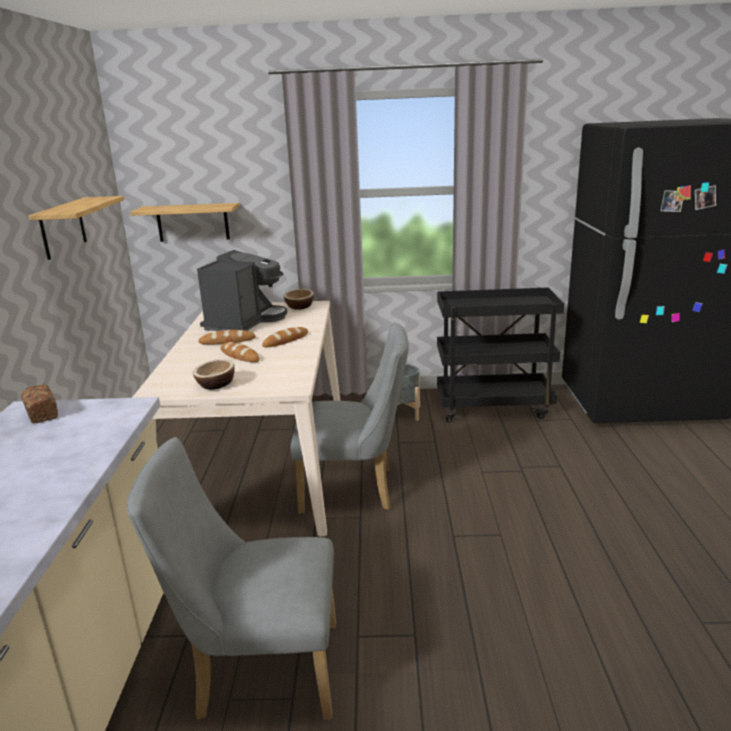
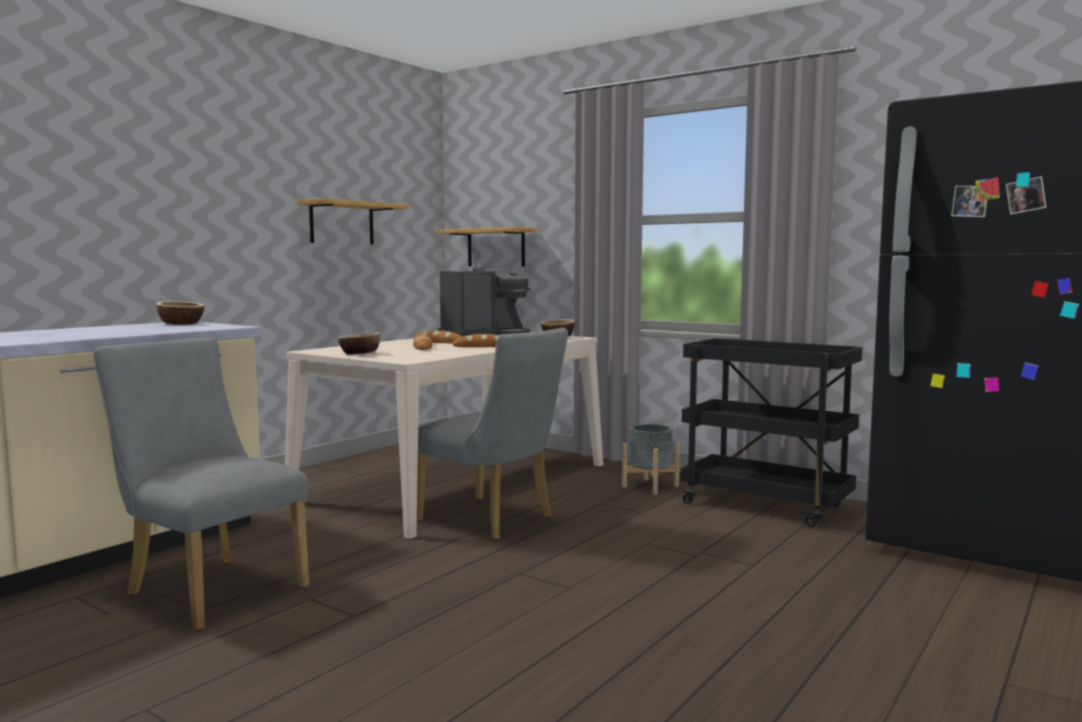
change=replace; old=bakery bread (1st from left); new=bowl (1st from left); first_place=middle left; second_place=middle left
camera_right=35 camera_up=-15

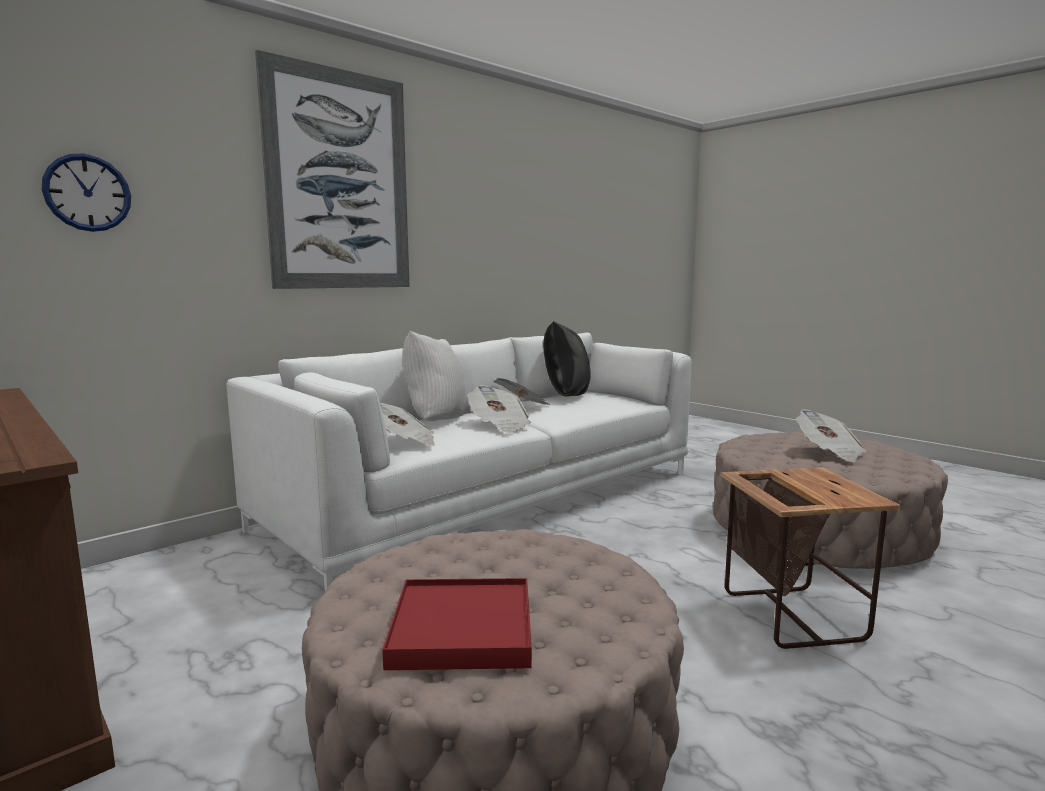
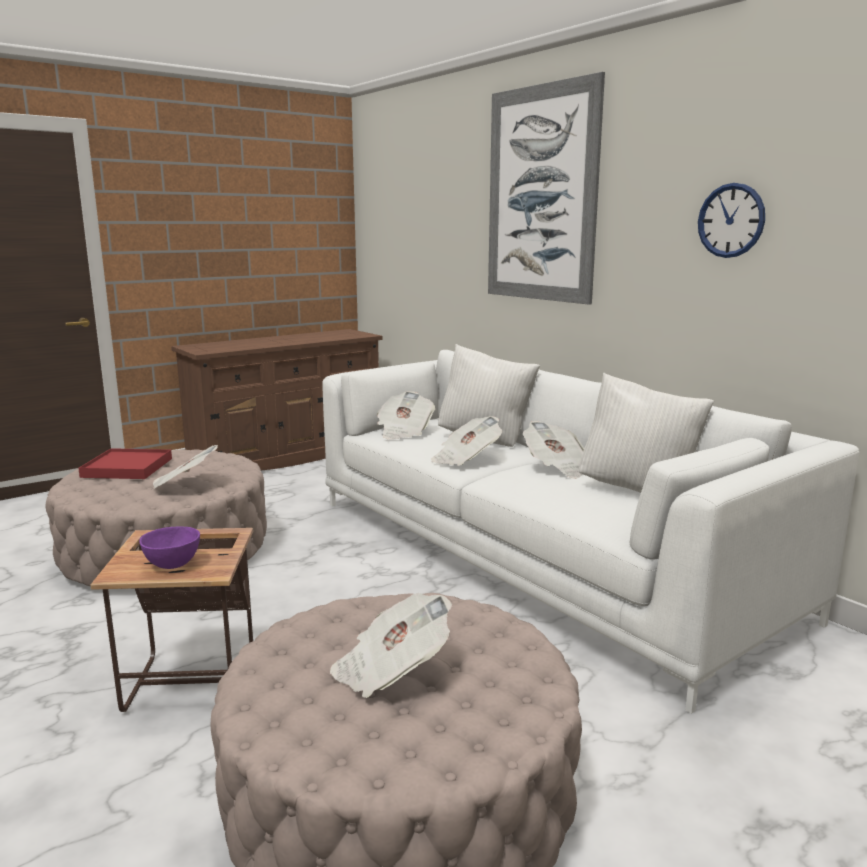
change=insert; new=bowl/purplish; second_place=middle left
change=insert; new=newspaper (1st from left); second_place=middle left
change=move; old=clock on the wall; first_place=top left; second_place=top right
change=recolor; old=throw pillow/black-coloured; new=throw pillow/white (2nd from left); first_place=centre; second_place=middle right
camera_right=95 camera_up=5

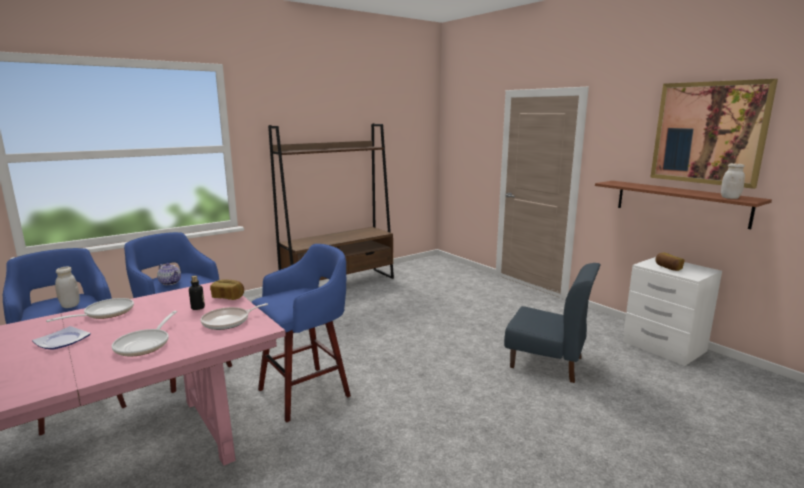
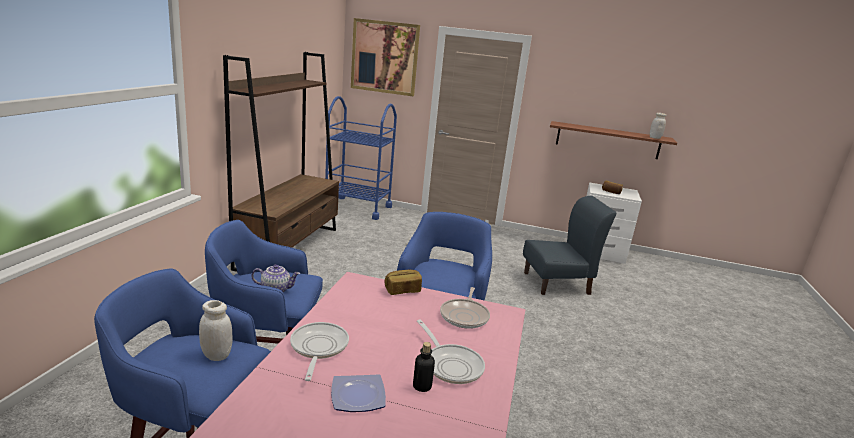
change=insert; new=trolley/blue; second_place=centre
change=move; old=beverage bottle; first_place=middle left; second_place=bottom centre
change=move; old=picture; first_place=top right; second_place=top centre
camera_right=-40 camera_up=5

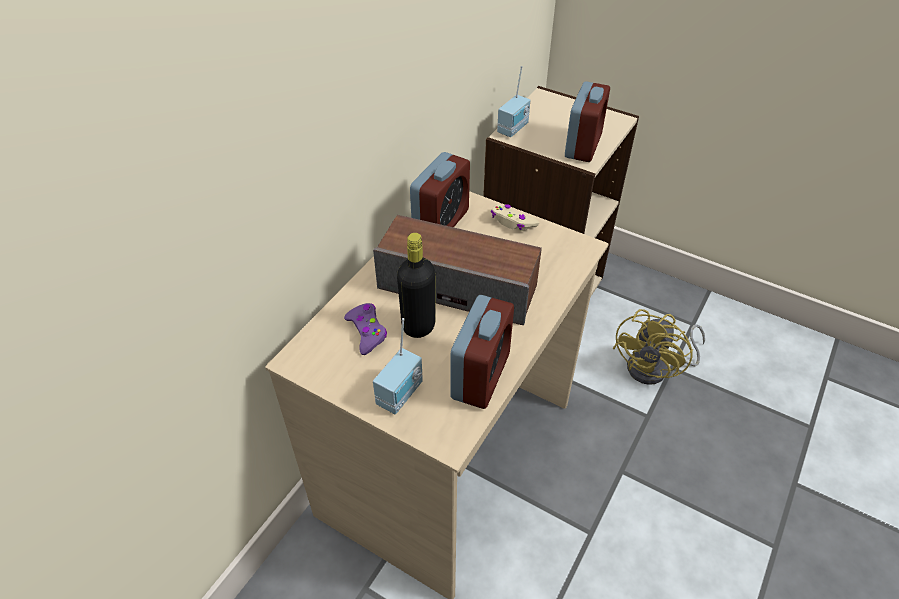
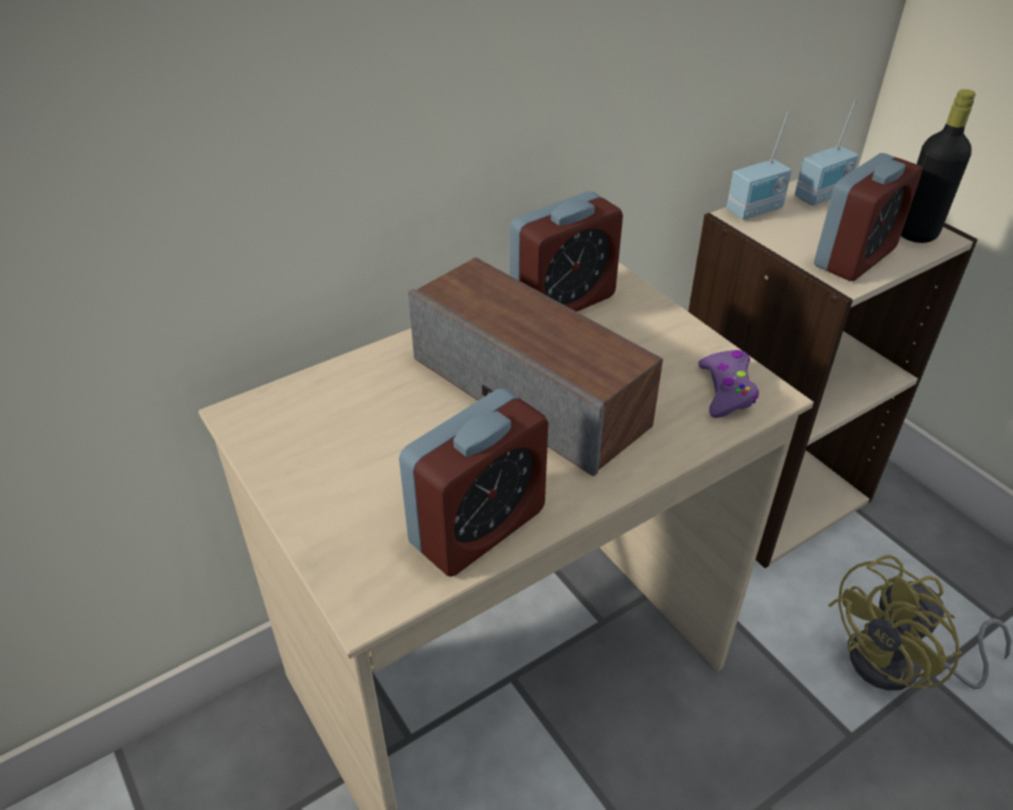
change=delete; old=game controller/sand-coloured; first_place=centre
change=move; old=game controller/purplish; first_place=centre; second_place=middle right
change=move; old=radio receiver (1st from left in the first image); new=radio receiver (2nd from left); first_place=centre; second_place=top right
change=move; old=beverage bottle/black-coloured; first_place=centre; second_place=top right
camera_right=25 camera_up=-5

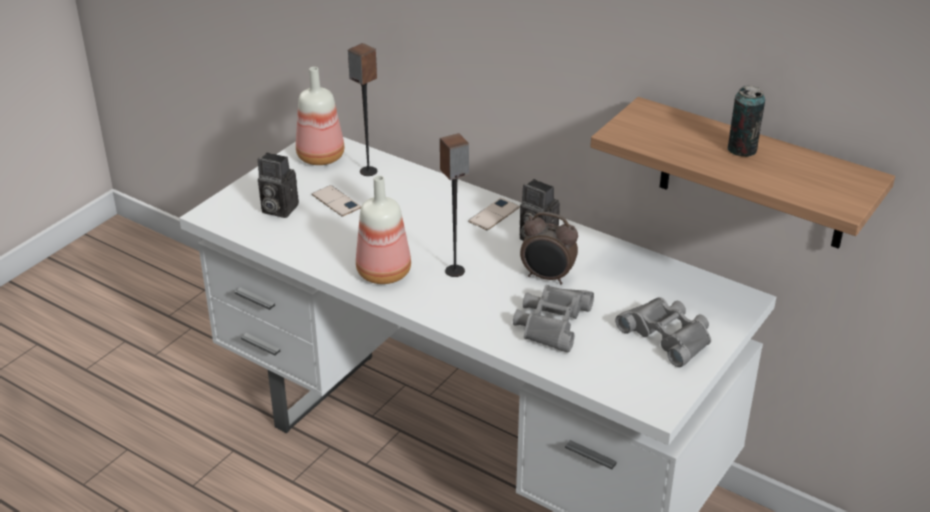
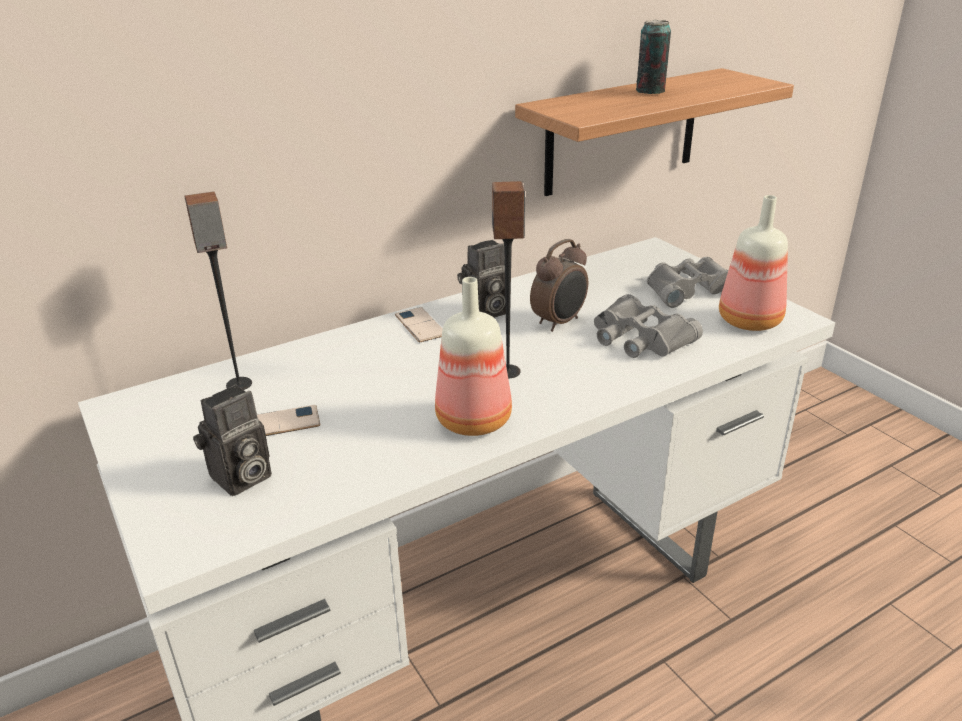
change=move; old=beverage bottle (1st from left in the first image); new=beverage bottle (2nd from left); first_place=top centre; second_place=middle right
camera_right=-65 camera_up=-5

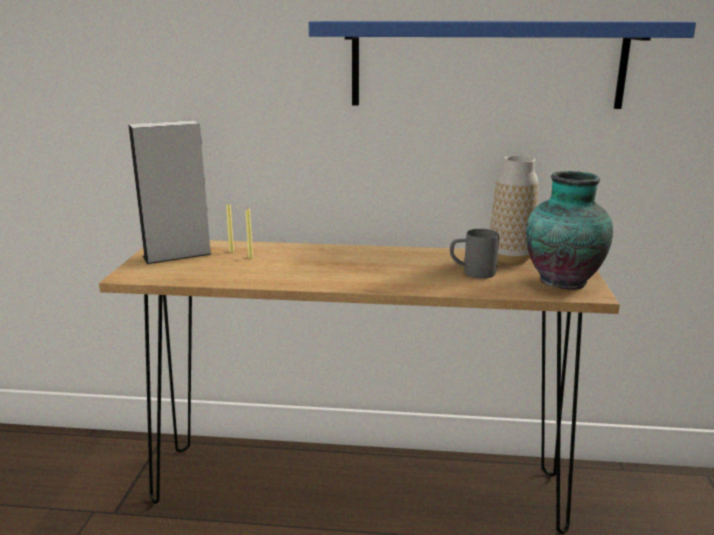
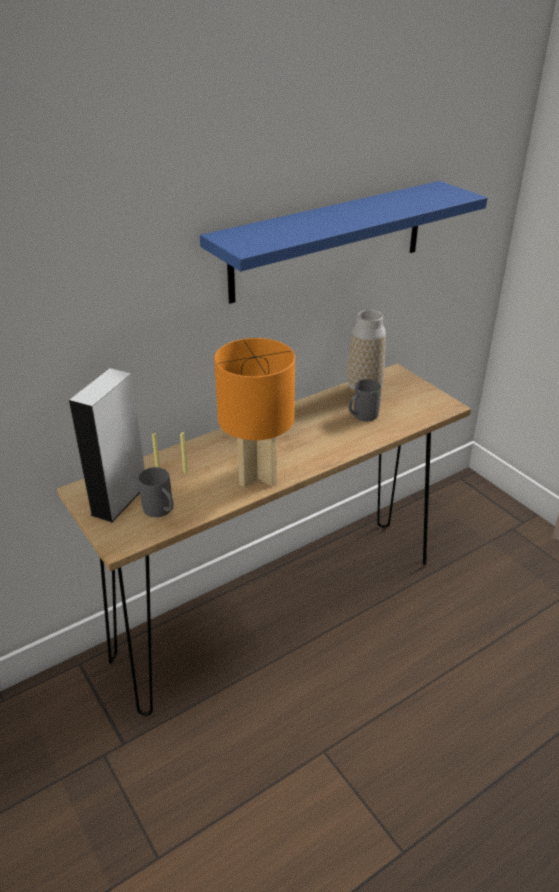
change=delete; old=vase (2nd from left); first_place=middle right
change=insert; new=mug/gray (1st from left); second_place=middle left
change=insert; new=tabletop lamp/orangey; second_place=centre
camera_right=-40 camera_up=15

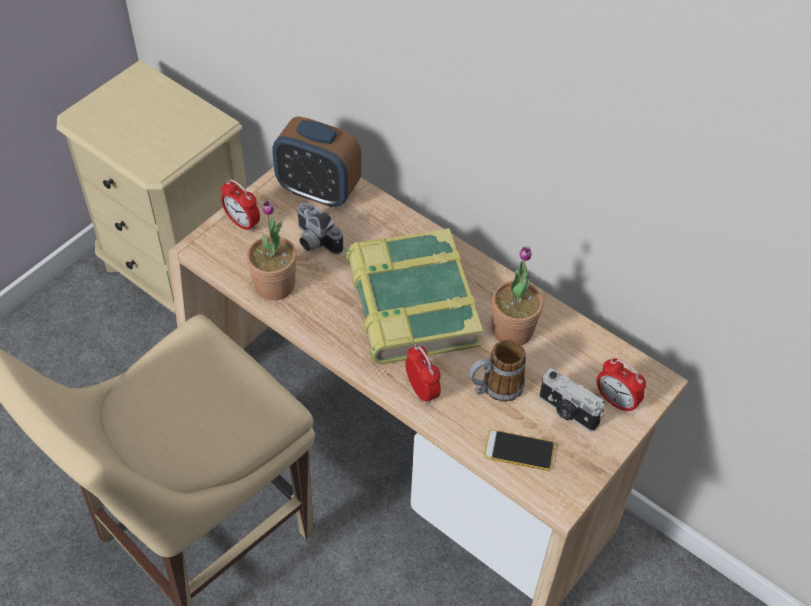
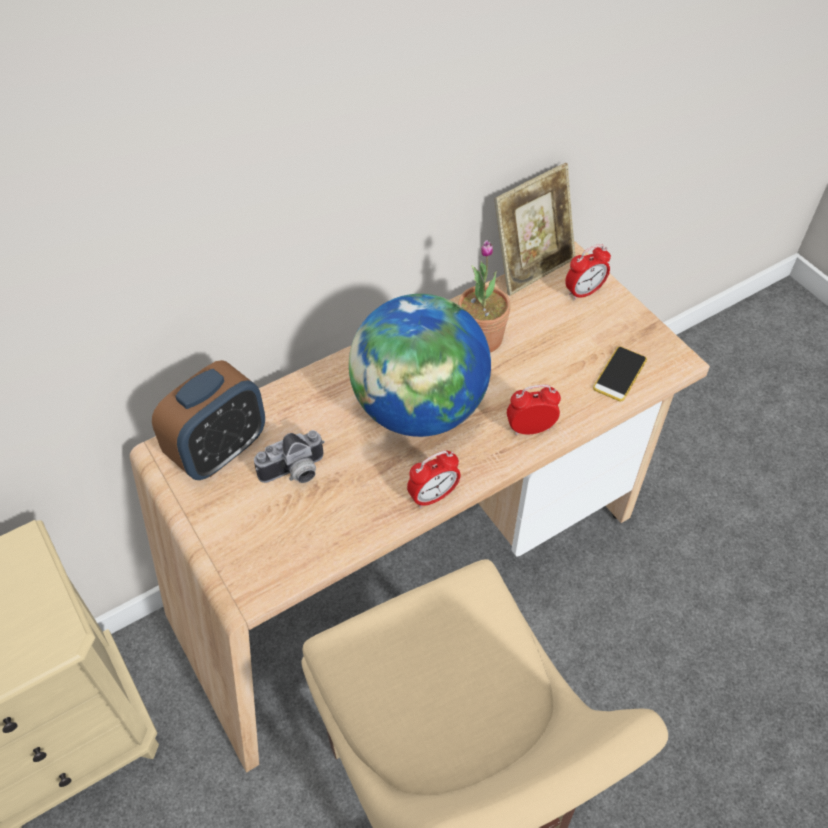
change=delete; old=plant in a pot (1st from left); first_place=centre
change=delete; old=mug; first_place=centre
change=delete; old=still camera (2nd from left); first_place=middle right
change=insert; new=photo frame; second_place=top centre
change=move; old=alarm clock (1st from left in the first image); new=alarm clock (2nd from left); first_place=middle left; second_place=centre
change=replace; old=volume; new=globe; first_place=centre; second_place=centre
camera_right=-70 camera_up=0

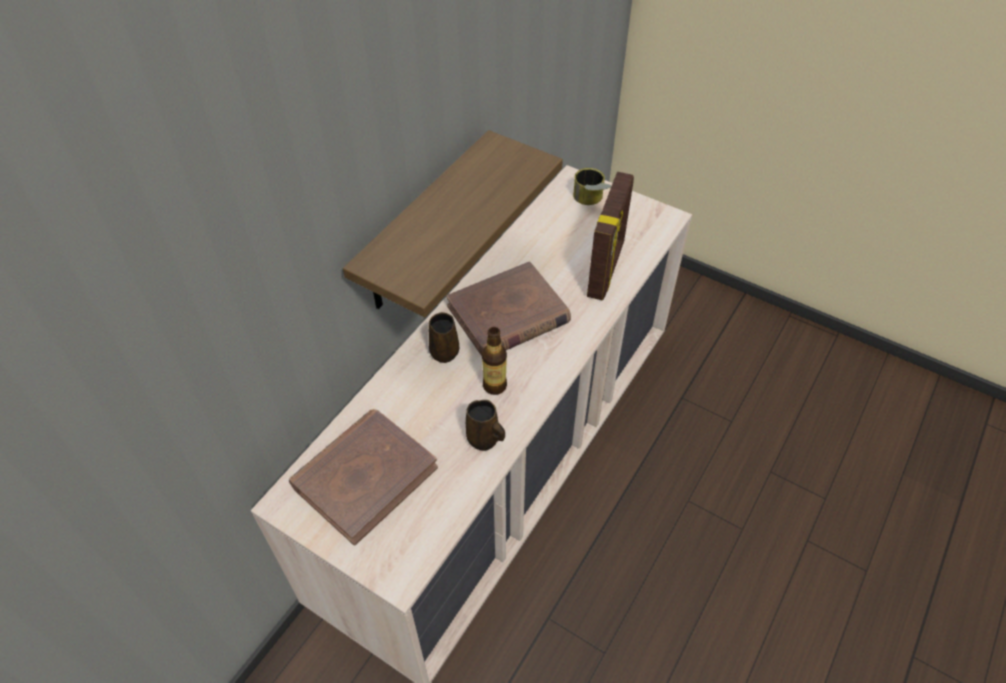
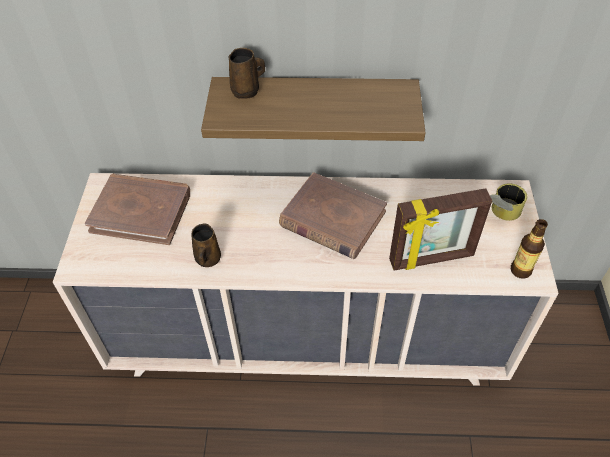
change=move; old=mug/brownish (1st from left in the first image); new=mug/brownish (2nd from left); first_place=centre; second_place=top centre
change=move; old=beverage bottle; first_place=centre; second_place=middle right
camera_right=60 camera_up=0

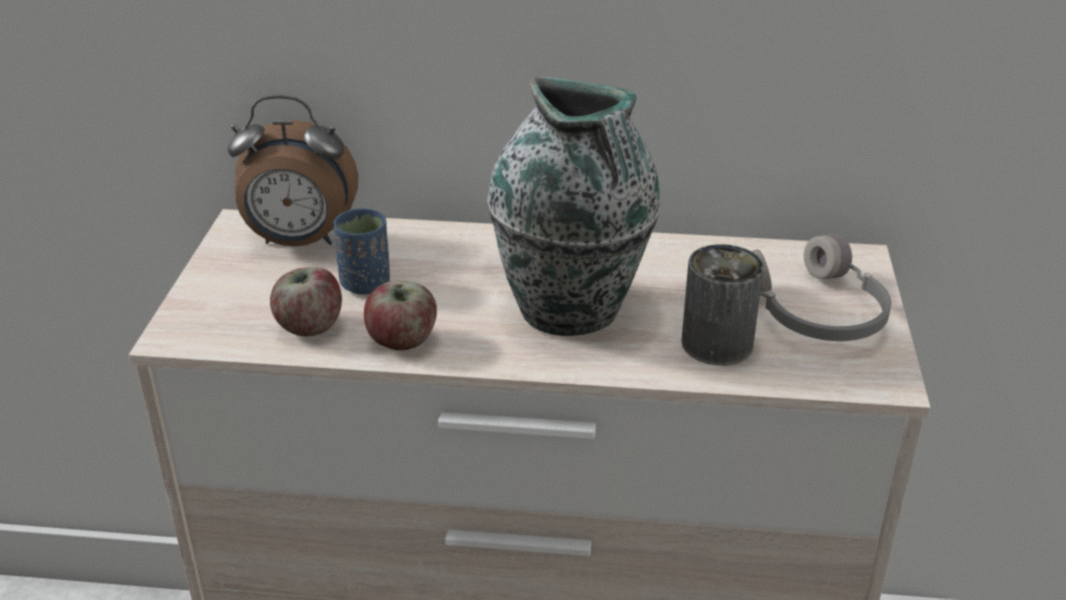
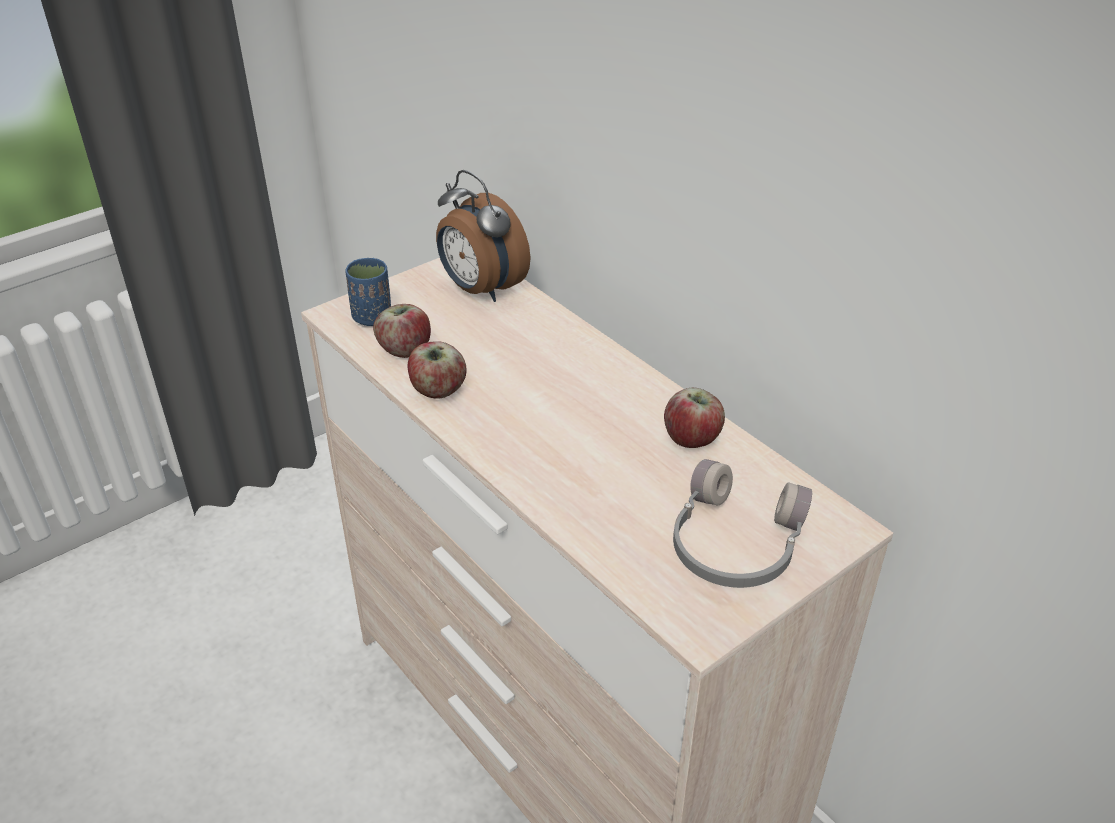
change=delete; old=vase; first_place=centre
change=delete; old=metal can; first_place=middle right
change=insert; new=apple fruit (3rd from left); second_place=centre
change=move; old=drinking cup/blue; first_place=centre; second_place=middle left
camera_right=45 camera_up=5

